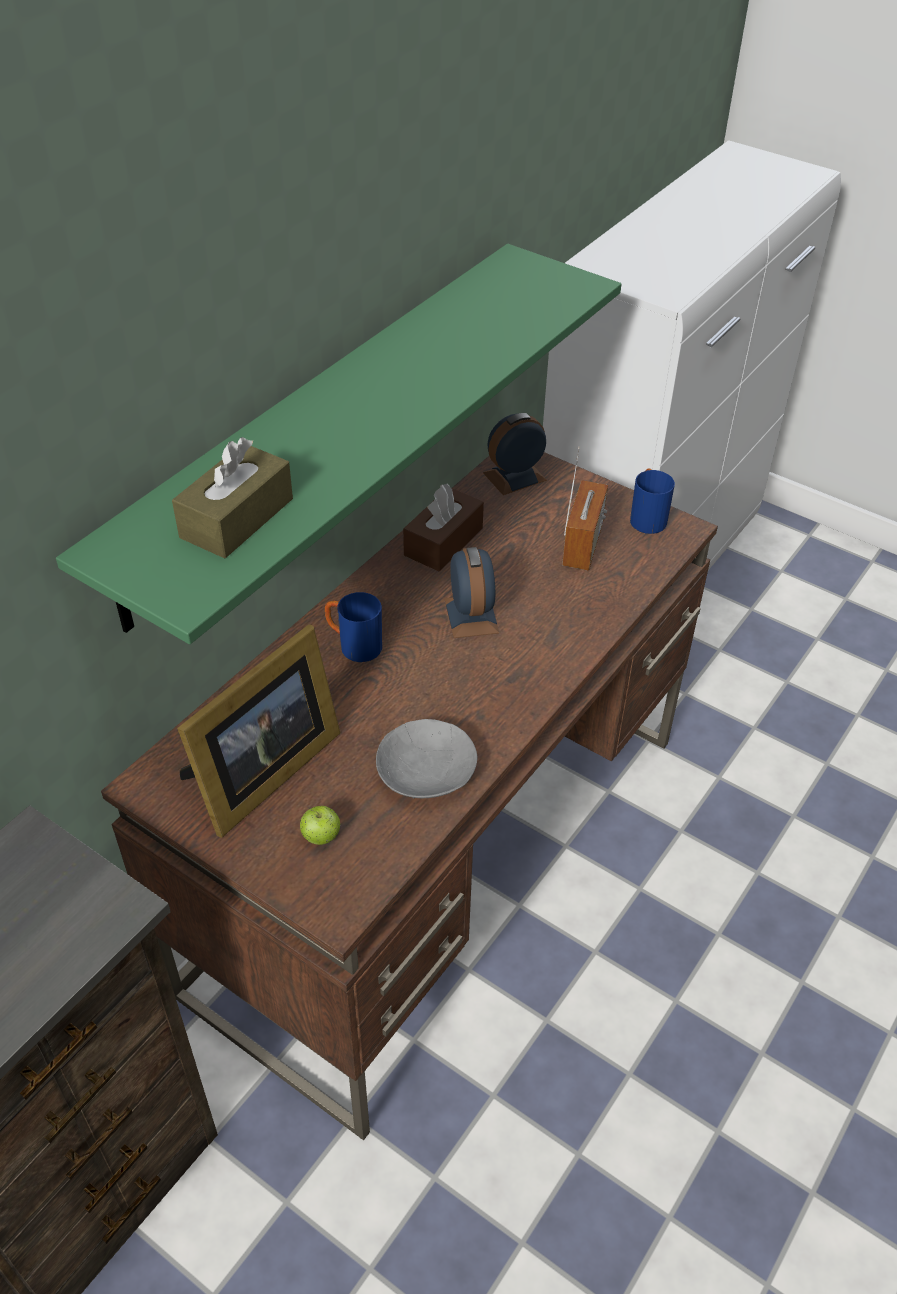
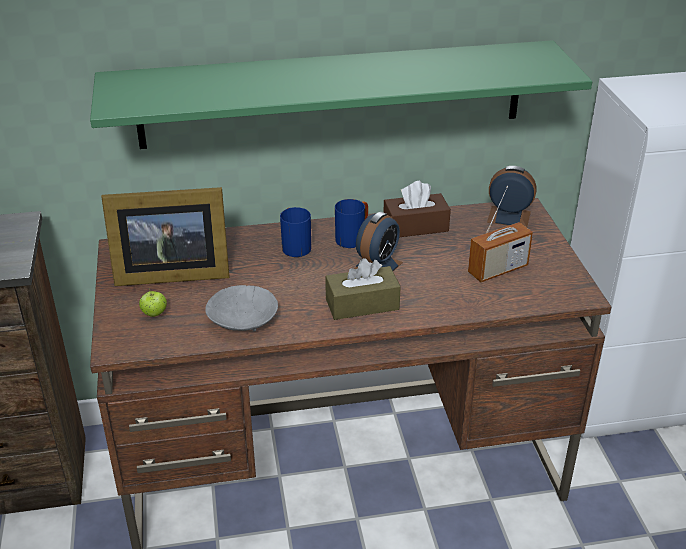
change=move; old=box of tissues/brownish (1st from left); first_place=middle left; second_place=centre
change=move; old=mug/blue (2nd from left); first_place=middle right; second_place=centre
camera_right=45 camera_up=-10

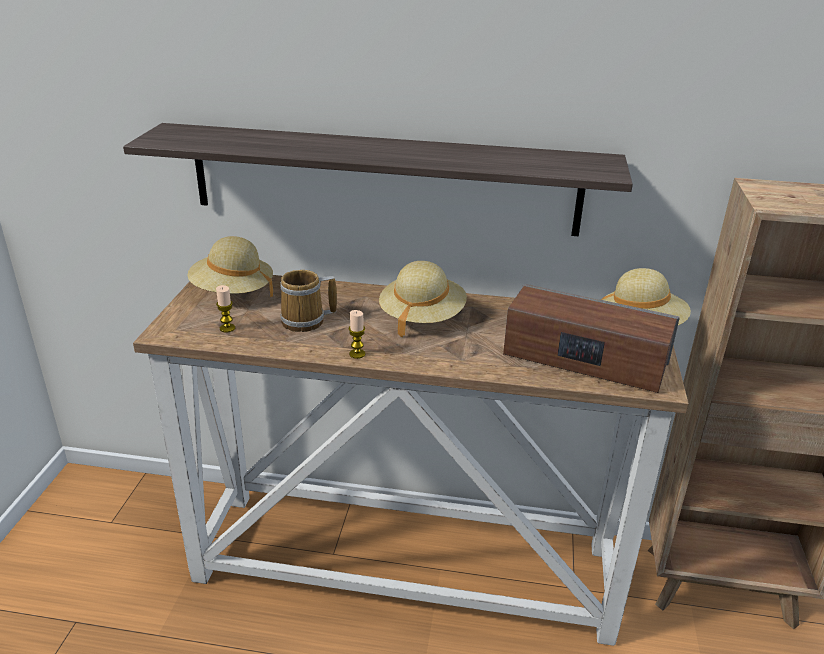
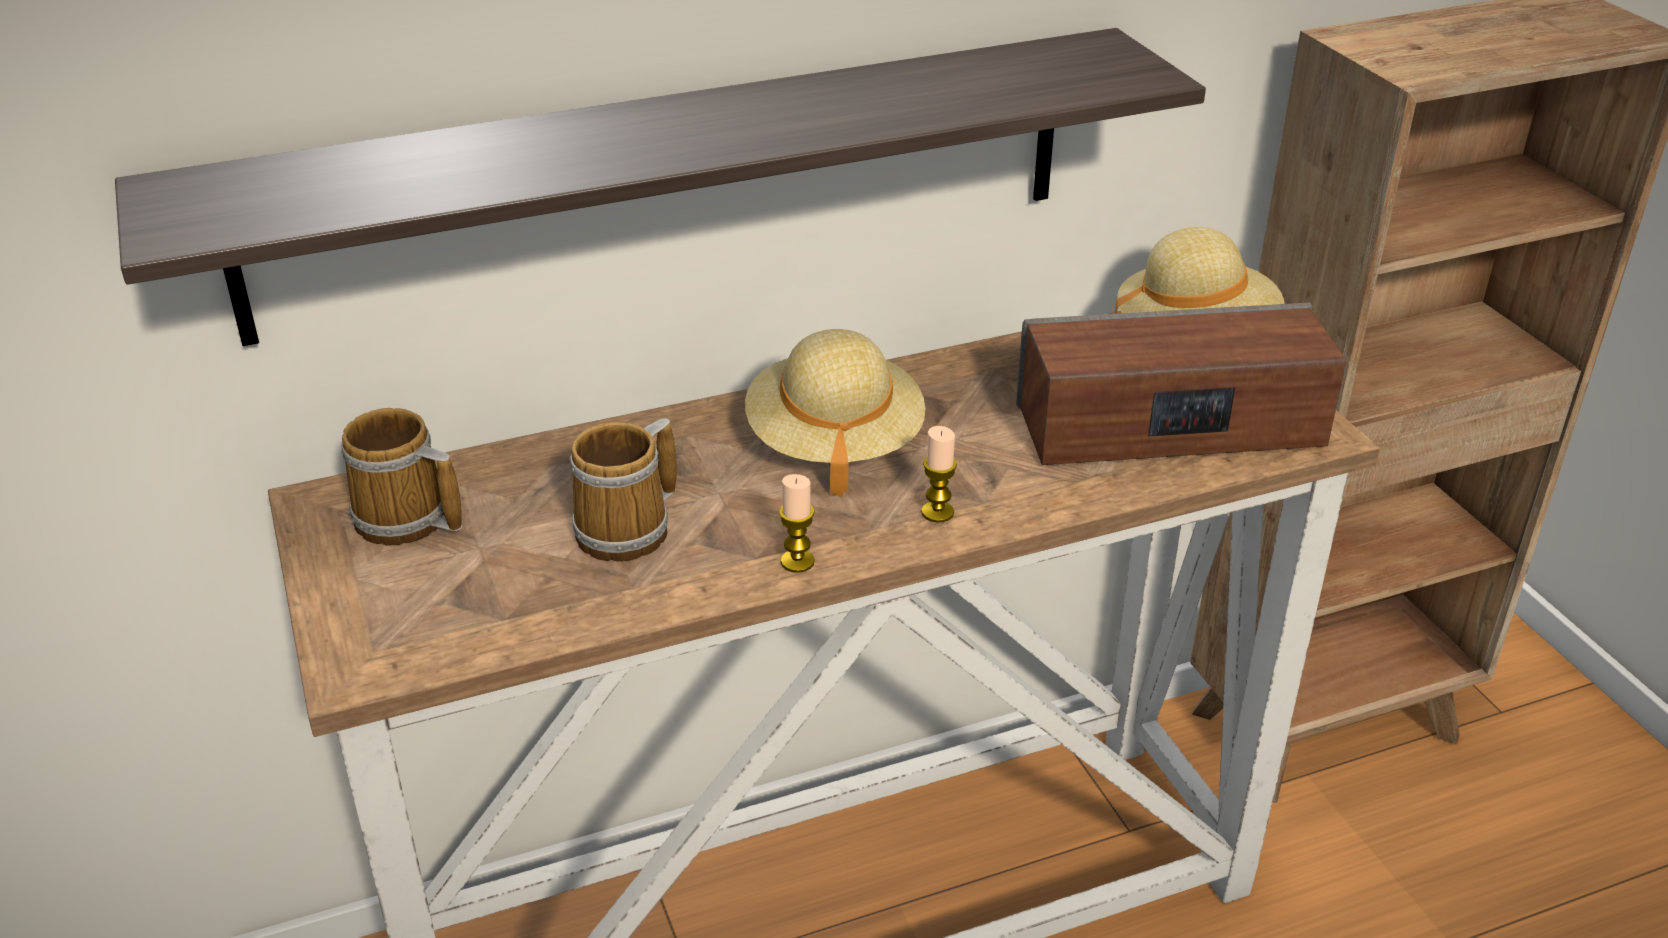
change=move; old=wax candle (1st from left in the first image); new=wax candle (2nd from left); first_place=middle left; second_place=centre
change=replace; old=hat/sand-coloured (1st from left); new=mug (1st from left); first_place=middle left; second_place=middle left
camera_right=-30 camera_up=5

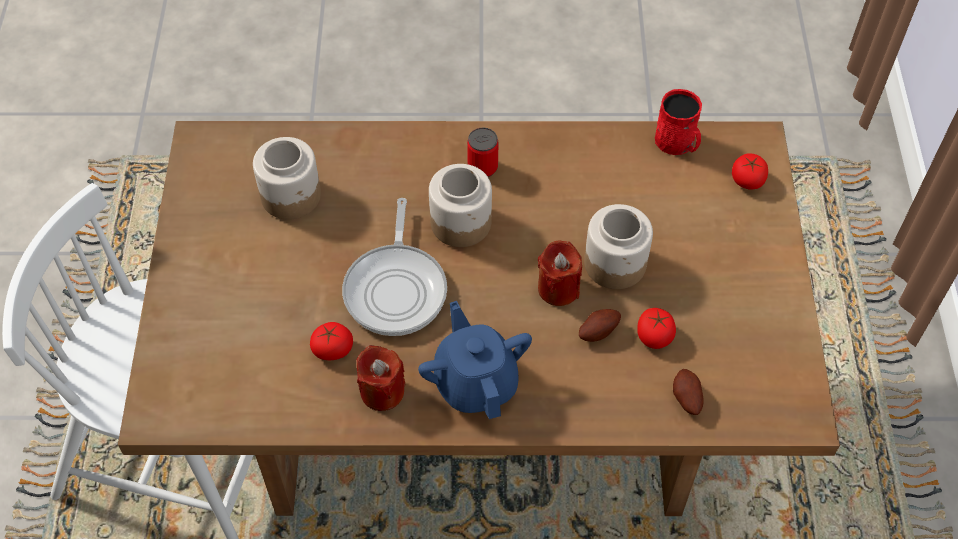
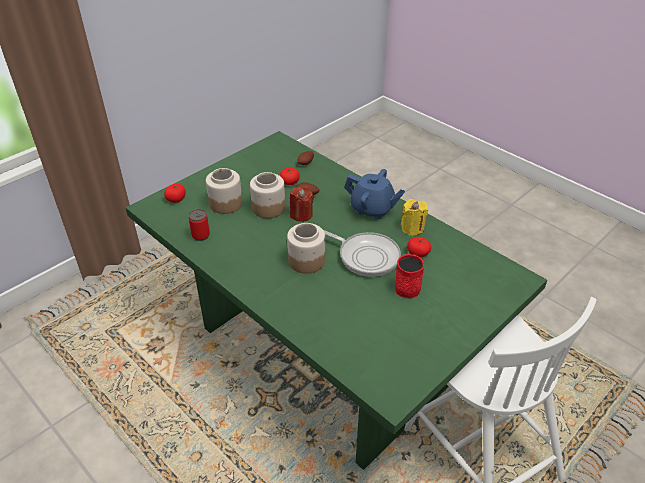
change=move; old=preserve jar (1st from left); first_place=top left; second_place=centre
change=move; old=metal can; first_place=top centre; second_place=middle left
change=move; old=mug/reddish; first_place=top right; second_place=centre
change=recolor; old=dining table/brownish; new=dining table/greenish; first_place=centre; second_place=centre
change=recolor; old=wax candle/reddish (1st from left); new=wax candle/yellow-coloured; first_place=bottom centre; second_place=centre
change=rotate; old=pan; first_place=centre; second_place=centre; degrees=75
change=rotate; old=teapot/blue; first_place=bottom centre; second_place=centre; degrees=-90
camera_right=-135 camera_up=-15

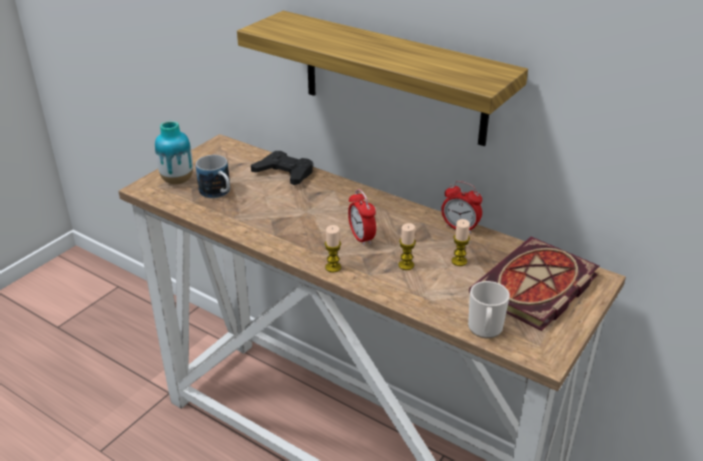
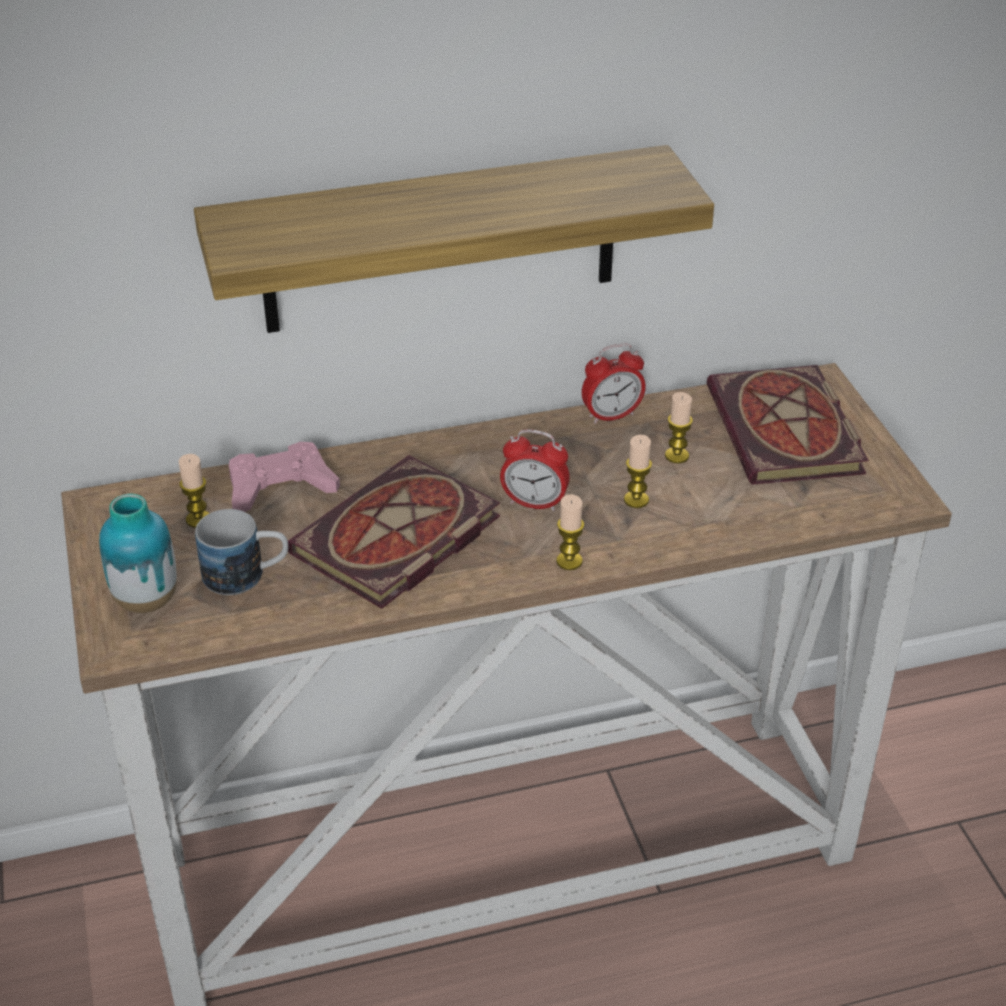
change=delete; old=mug (2nd from left); first_place=bottom right
change=insert; new=wax candle (1st from left); second_place=middle left
change=insert; new=volume (1st from left); second_place=centre
change=recolor; old=game controller/black-coloured; new=game controller/pink; first_place=centre; second_place=middle left
camera_right=-50 camera_up=5

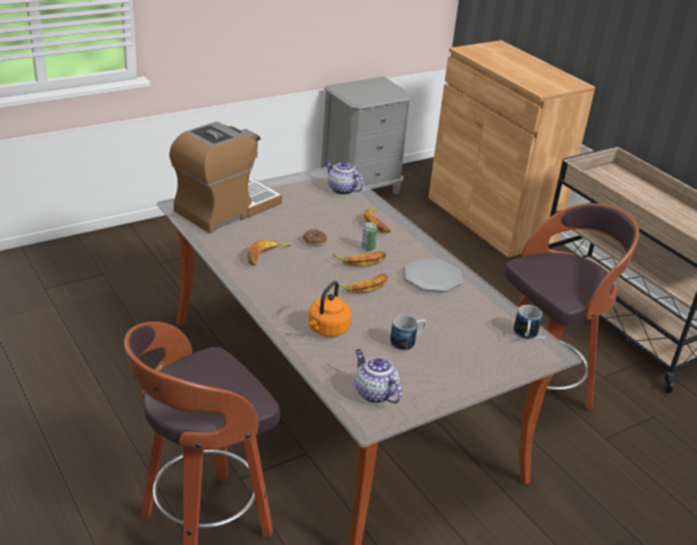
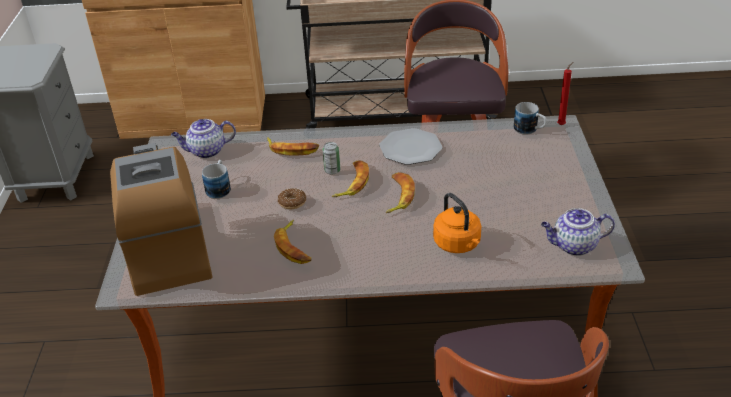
change=insert; new=wax candle/reddish; second_place=top right
change=move; old=mug (1st from left); first_place=centre; second_place=middle left
camera_right=-55 camera_up=5

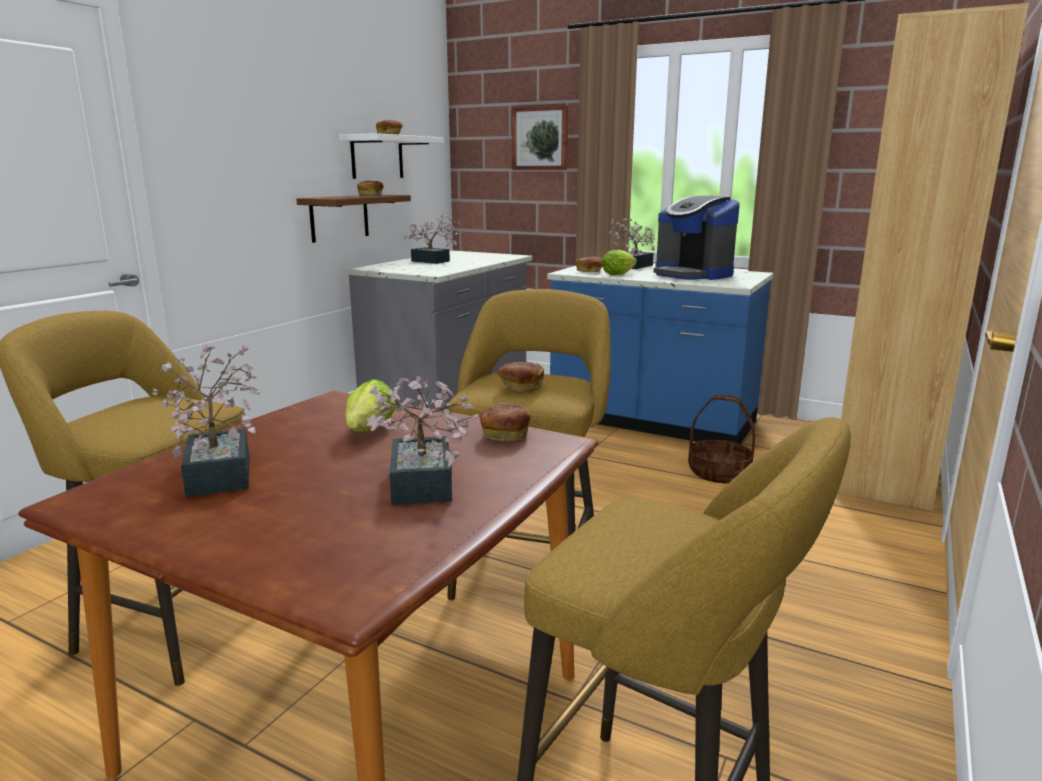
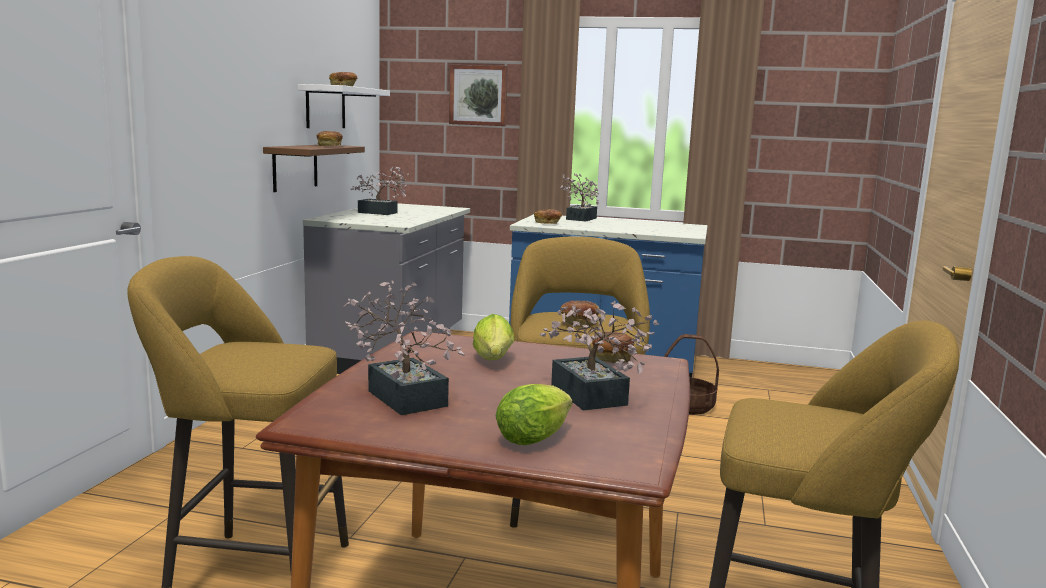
change=delete; old=coffee brewer; first_place=top right
change=delete; old=bookshelf/brownish; first_place=top right
change=move; old=head of lettuce (2nd from left); first_place=centre; second_place=bottom centre
camera_right=-15 camera_up=-5

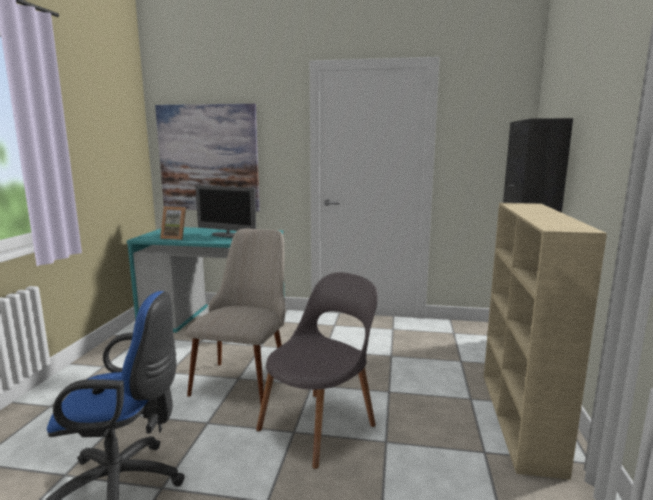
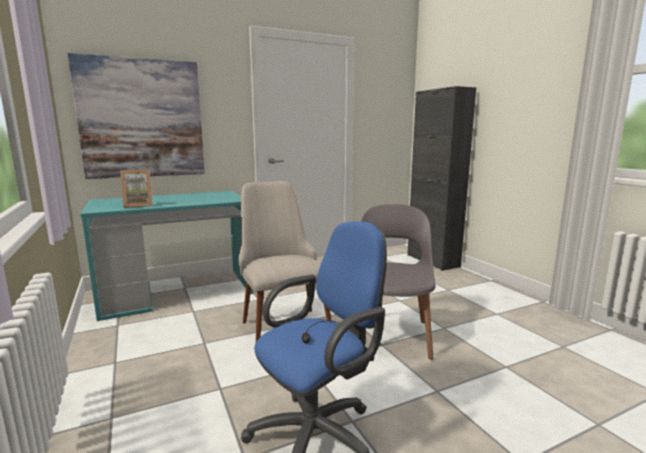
change=delete; old=monitor; first_place=centre
change=delete; old=bookshelf/sand-coloured; first_place=bottom right
camera_right=-35 camera_up=0

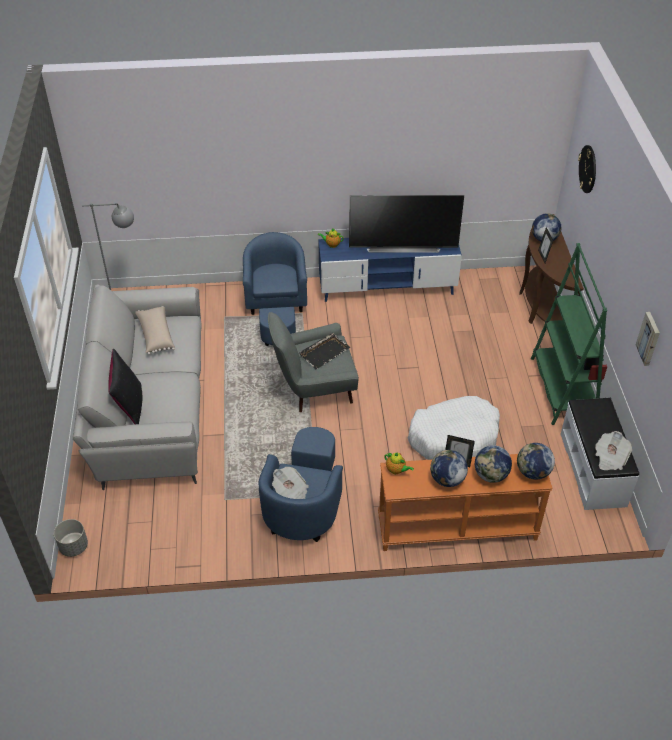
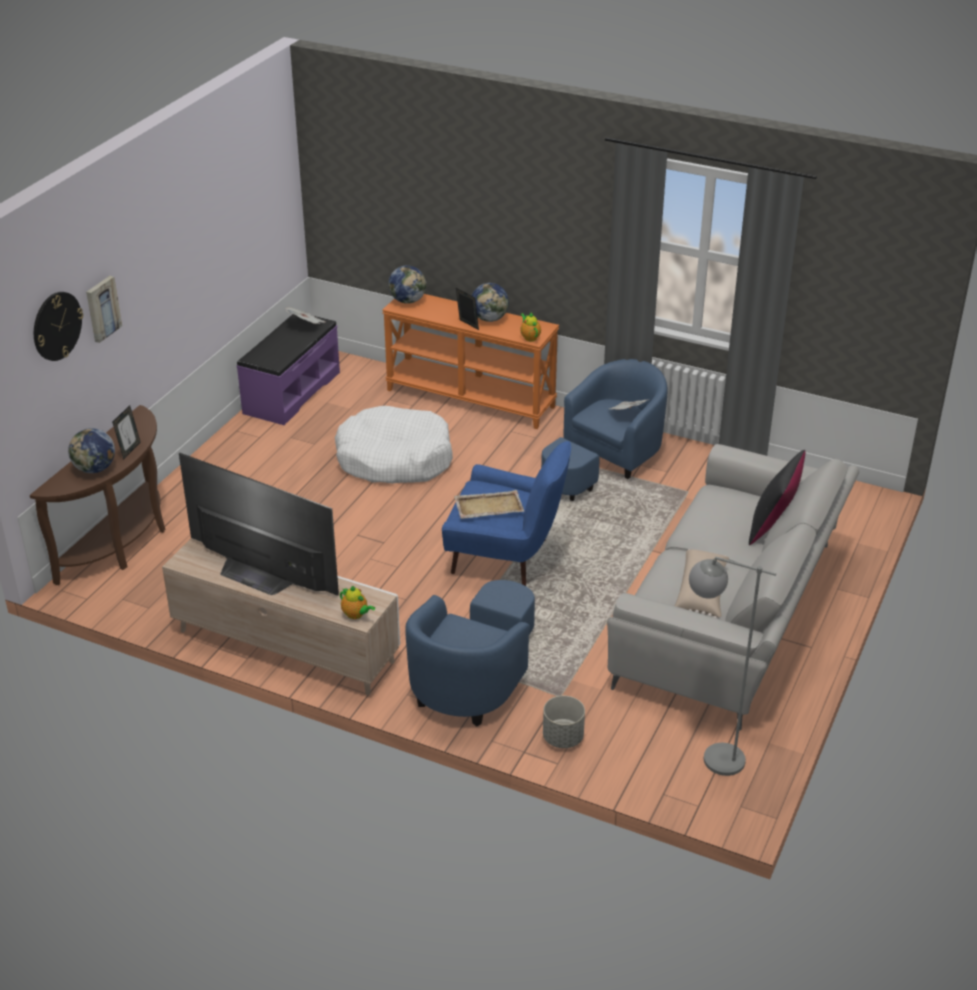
change=delete; old=globe (2nd from left); first_place=middle right
change=delete; old=bookshelf/greenish; first_place=middle right
change=move; old=plant pot/gray; first_place=bottom left; second_place=bottom centre
change=move; old=picture; first_place=middle right; second_place=top left
change=recolor; old=armchair/gray; new=armchair/blue (2nd from left); first_place=centre; second_place=centre
change=recolor; old=carrying tray/black-coloured; new=carrying tray/sand-coloured; first_place=centre; second_place=centre
change=recolor; old=tv stand/blue; new=tv stand/sand-coloured; first_place=centre; second_place=middle left
change=recolor; old=long seat/white; new=long seat/purplish; first_place=middle right; second_place=middle left
camera_right=-150 camera_up=-10

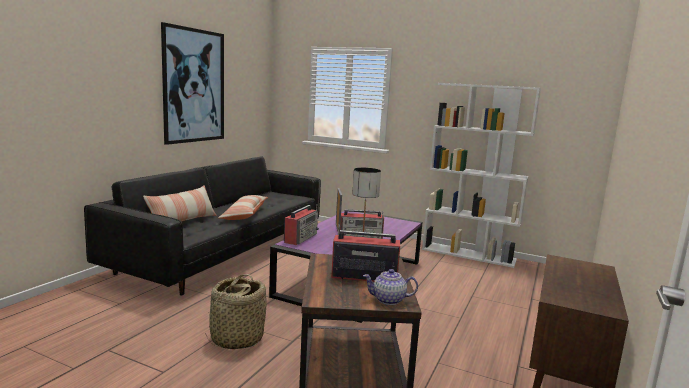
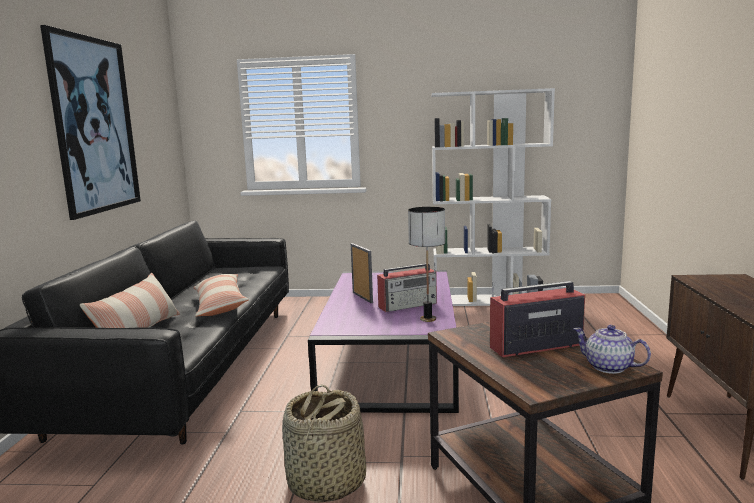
change=delete; old=radio receiver (1st from left); first_place=centre
change=rotate; old=teapot; first_place=bottom centre; second_place=bottom right; degrees=60
camera_right=-20 camera_up=0

